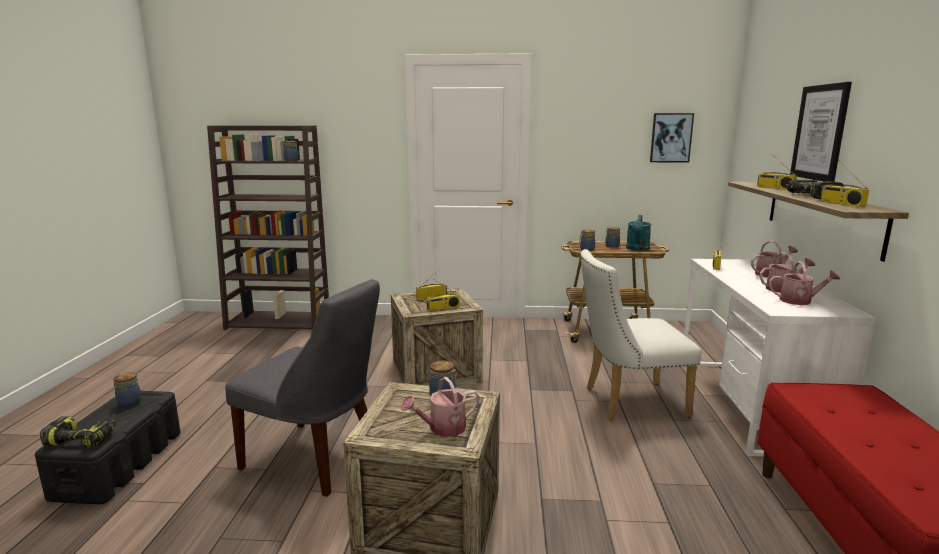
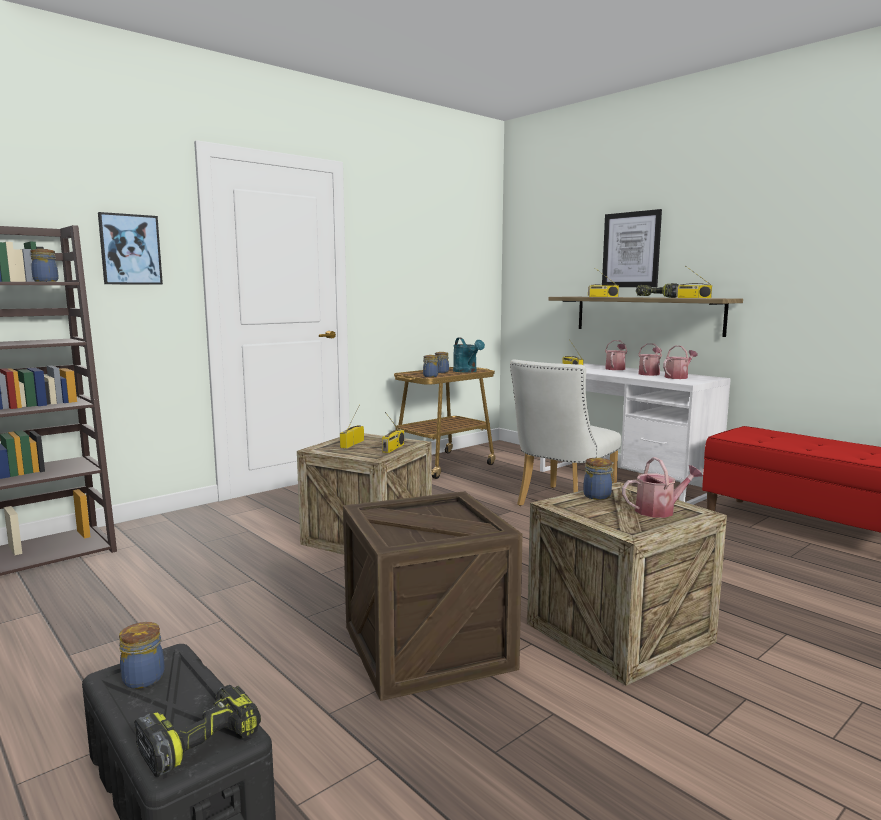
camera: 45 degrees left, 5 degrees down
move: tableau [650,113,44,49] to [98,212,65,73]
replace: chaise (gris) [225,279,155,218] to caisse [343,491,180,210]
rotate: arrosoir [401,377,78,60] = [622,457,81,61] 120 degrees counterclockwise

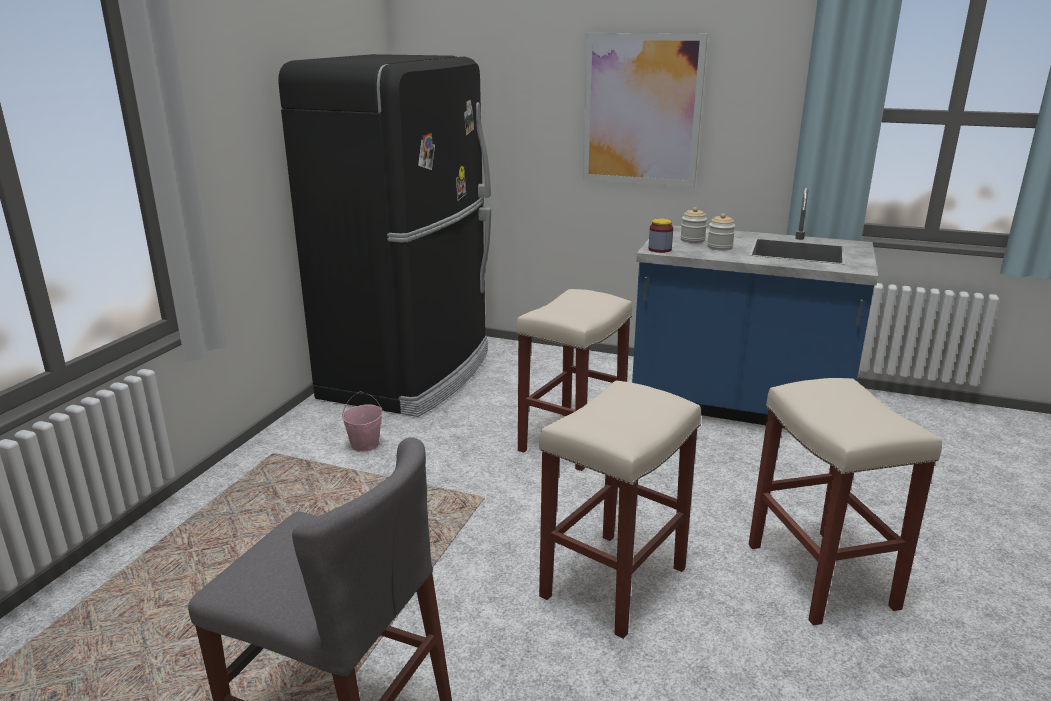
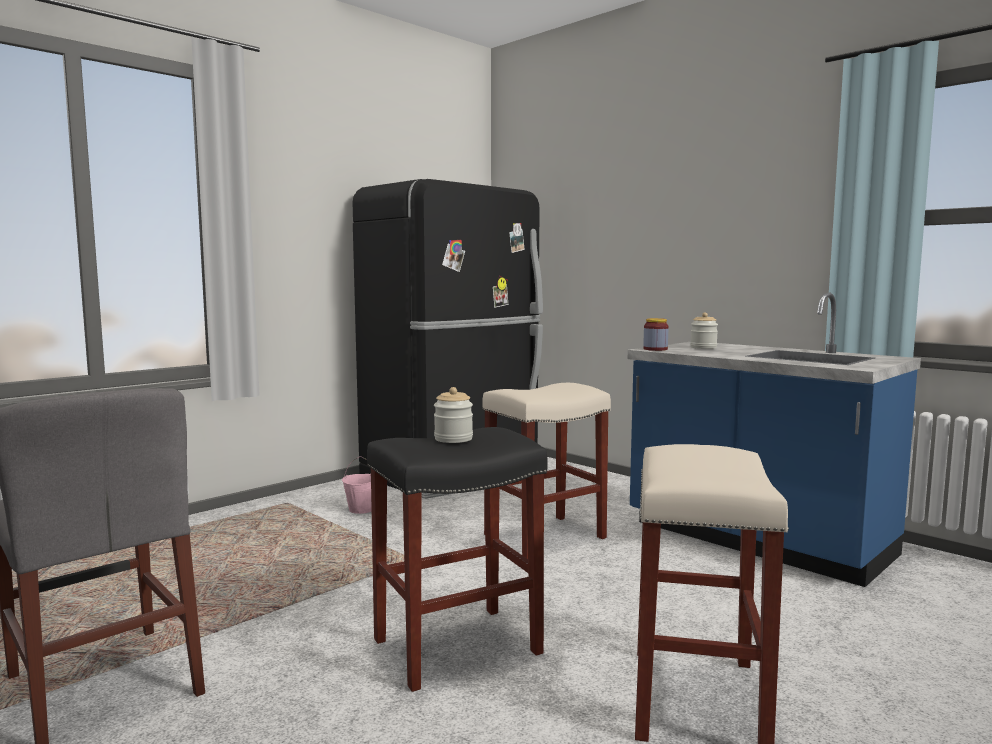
camera: 25 degrees right, 15 degrees down
delete: tableau [582,33,126,154]
move: bocal [707,213,28,38] to [434,387,39,56]
recolor: tabouret (beige) [539,380,162,259] to tabouret (noir) [367,427,180,265]

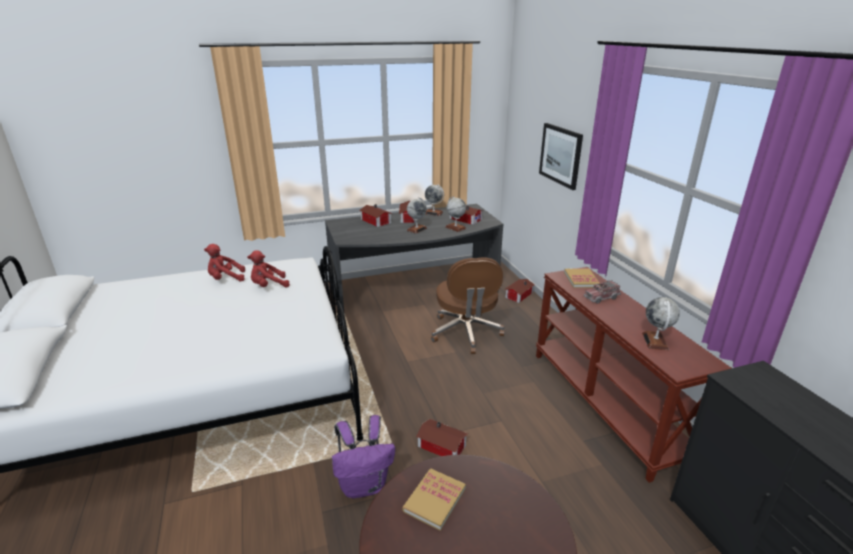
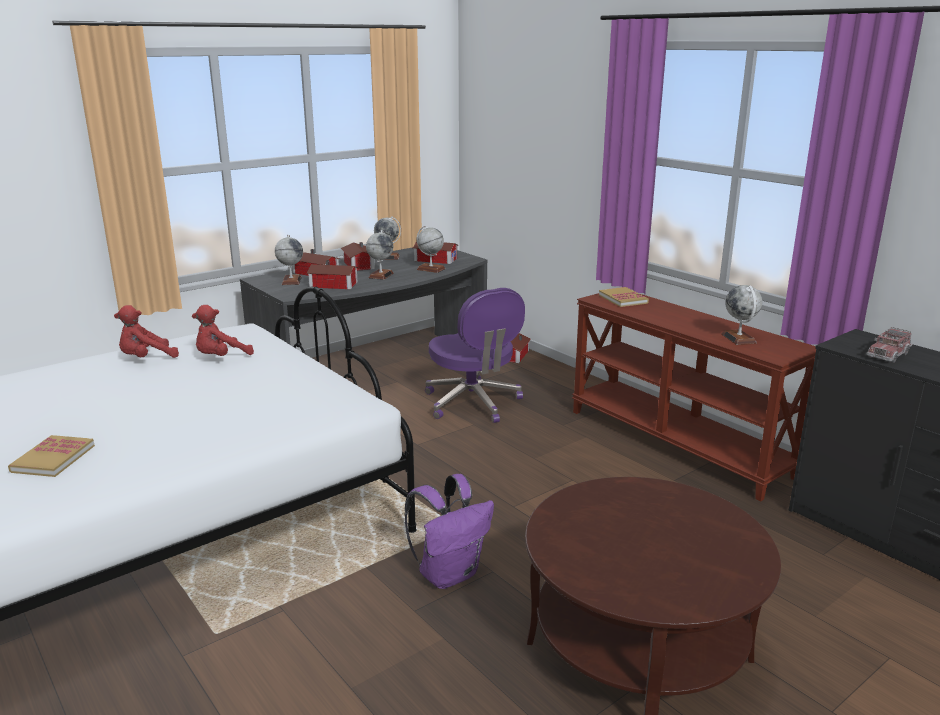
camera: 20 degrees left, 5 degrees down
delete: tableau [539,123,44,67]
insert: globe [275,235,28,50]
move: livre [402,469,64,62] to [8,435,87,42]; maison miniature [416,419,52,37] to [307,260,51,29]; camion jouet [584,280,37,24] to [867,327,45,36]
recolor: chaise de bureau (marron) [431,257,74,97] to chaise de bureau (violet) [425,288,100,135]

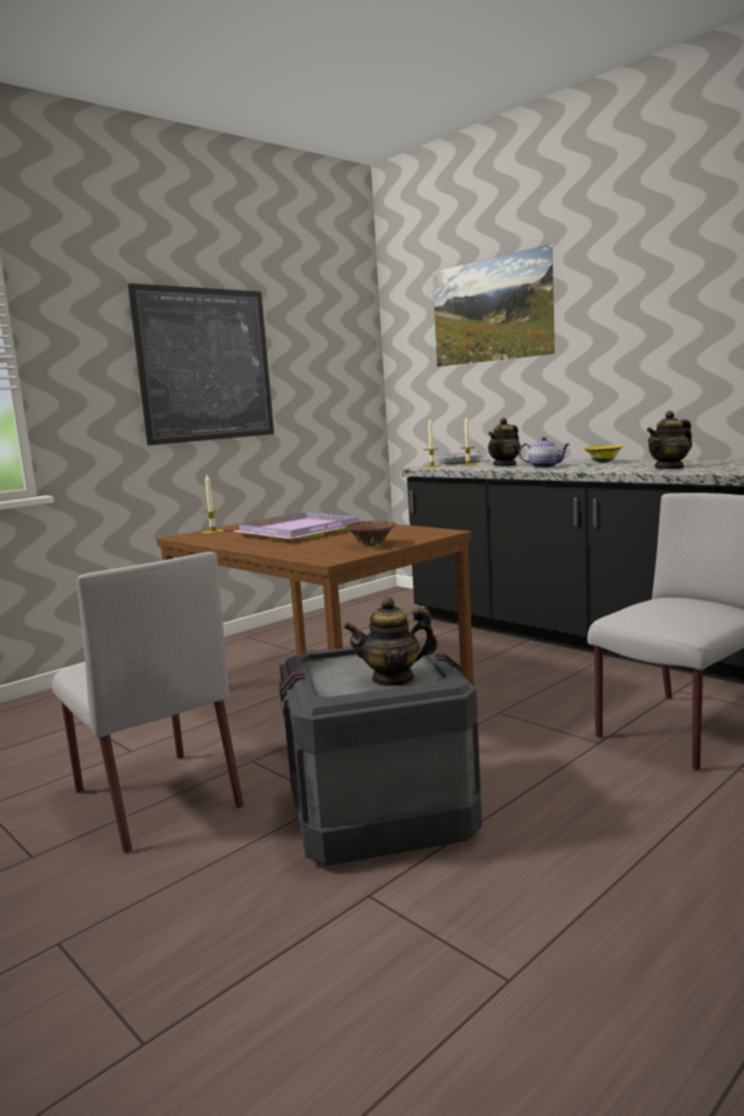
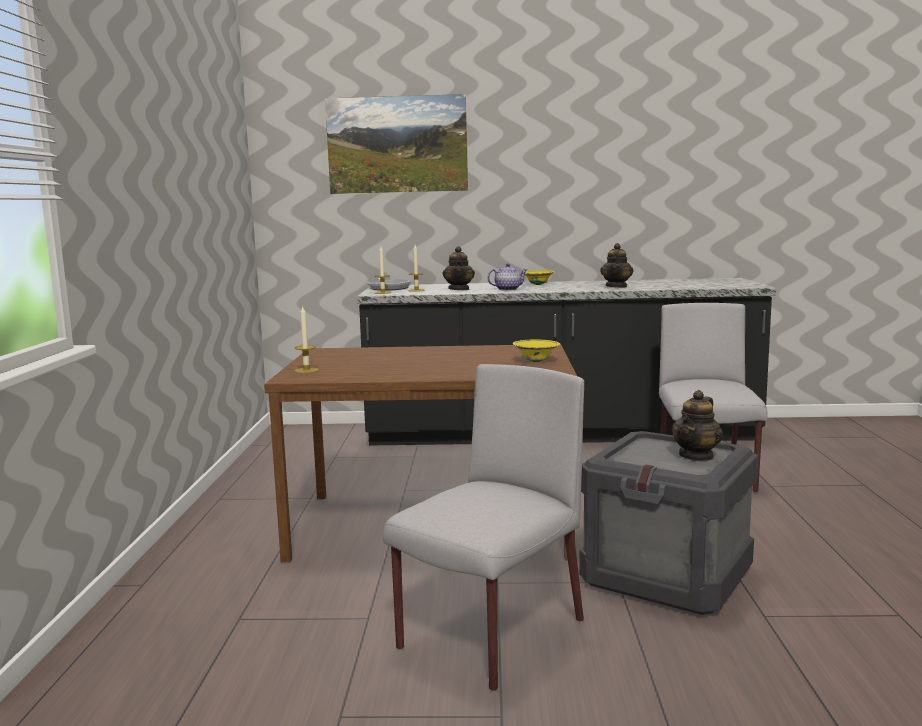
camera: 45 degrees left, 0 degrees up
delete: tableau [128,283,146,162]; plateau (violet) [233,512,126,28]
recolor: bol (marron) [345,521,52,25] to bol (jaune) [513,340,47,22]
rotate: chaise (gris) [52,552,192,302] = [383,364,201,327] 60 degrees counterclockwise

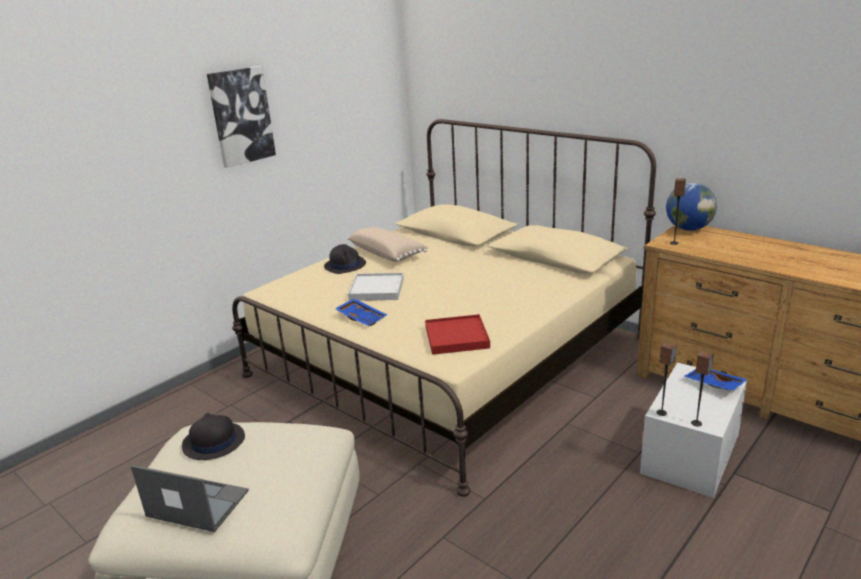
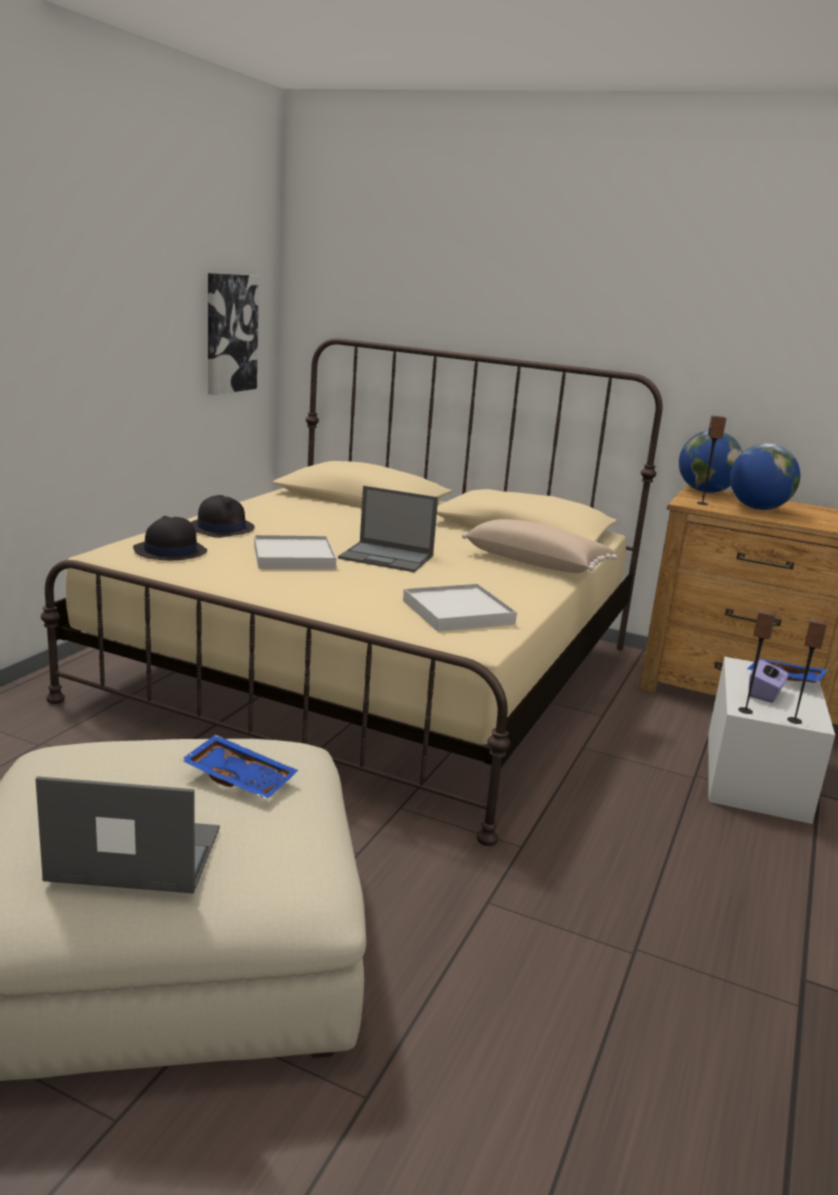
camera: 20 degrees left, 5 degrees down
insert: ordinateur portable [338,486,100,86]; globe [730,443,70,67]; boîte à mouchoirs (violet) [749,659,39,44]
move: chapeau (noir) [182,413,63,47] to [133,516,74,44]; tableau [207,66,69,102] to [208,273,51,122]; plateau (bleu) [335,298,52,28] to [181,735,117,64]; coussin (beige) [347,227,81,35] to [462,519,155,54]
recolor: plateau (rouge) [425,314,65,41] to plateau (blanc) [403,584,114,48]

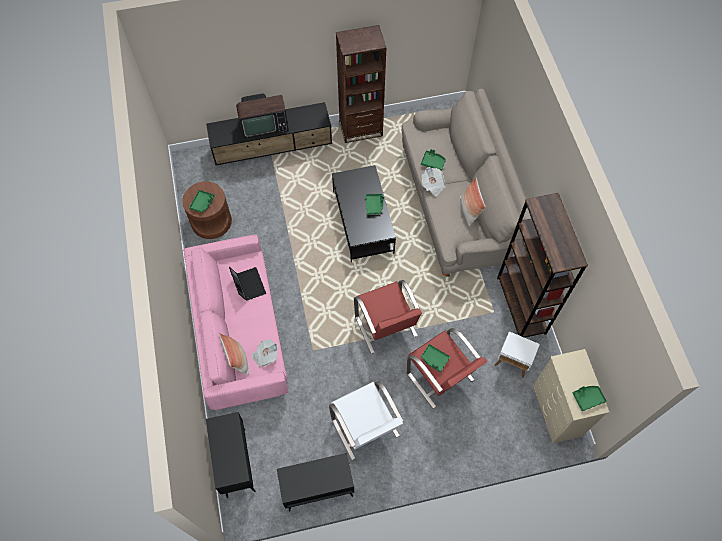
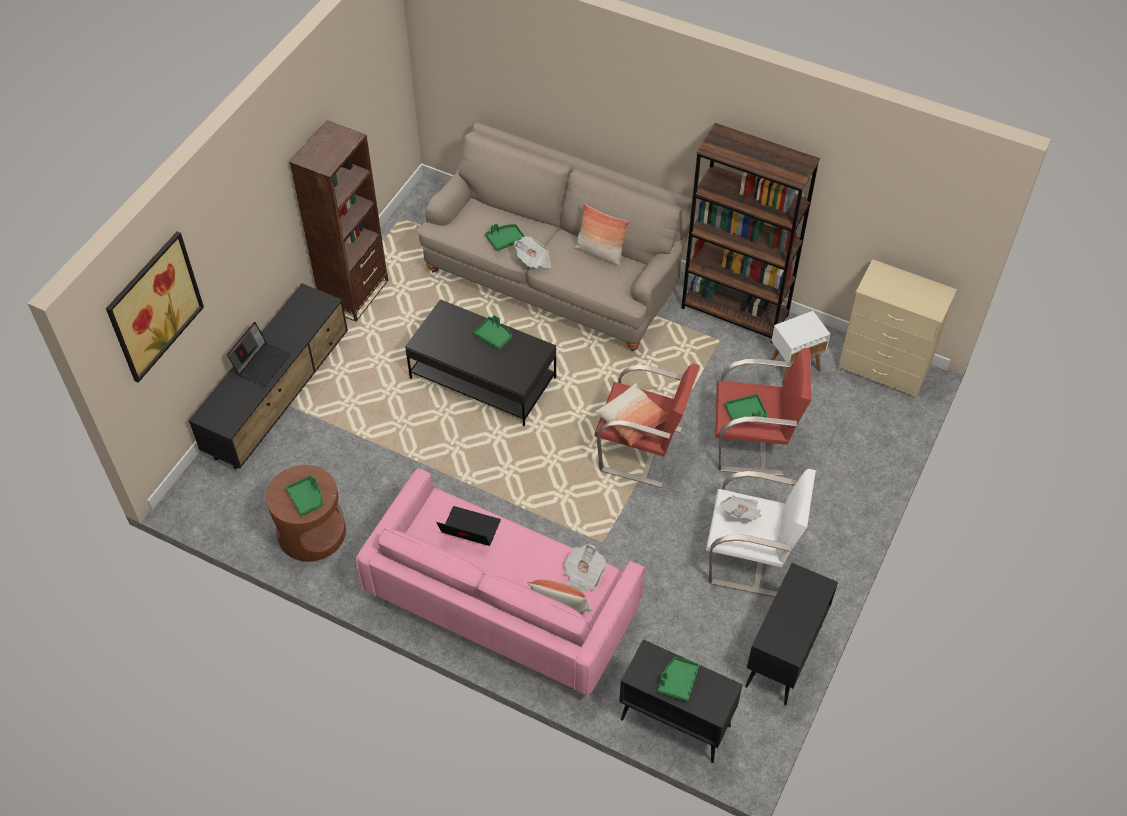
camera: 50 degrees left, 10 degrees down
insert: tableau [106,231,98,152]; coussin [595,383,73,63]; journal [721,495,40,25]
move: plateau (vert) [573,386,34,25] to [657,657,42,45]
replace: téléviseur [236,94,53,44] to ordinateur portable [227,322,64,65]

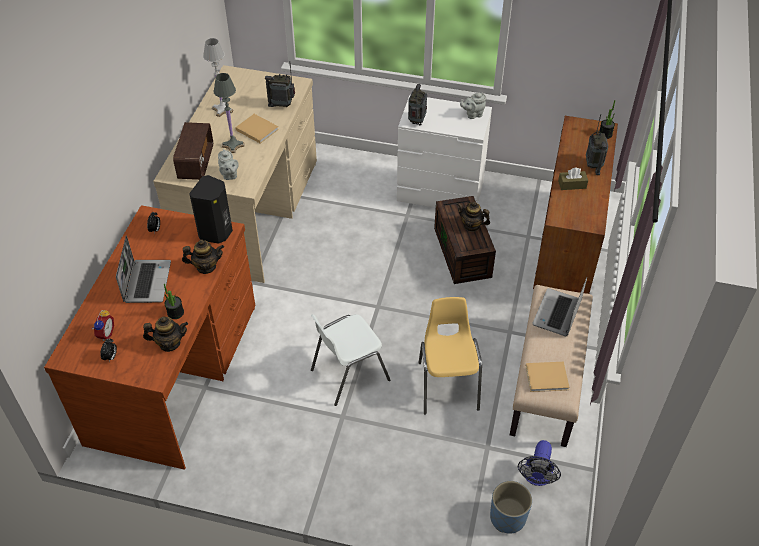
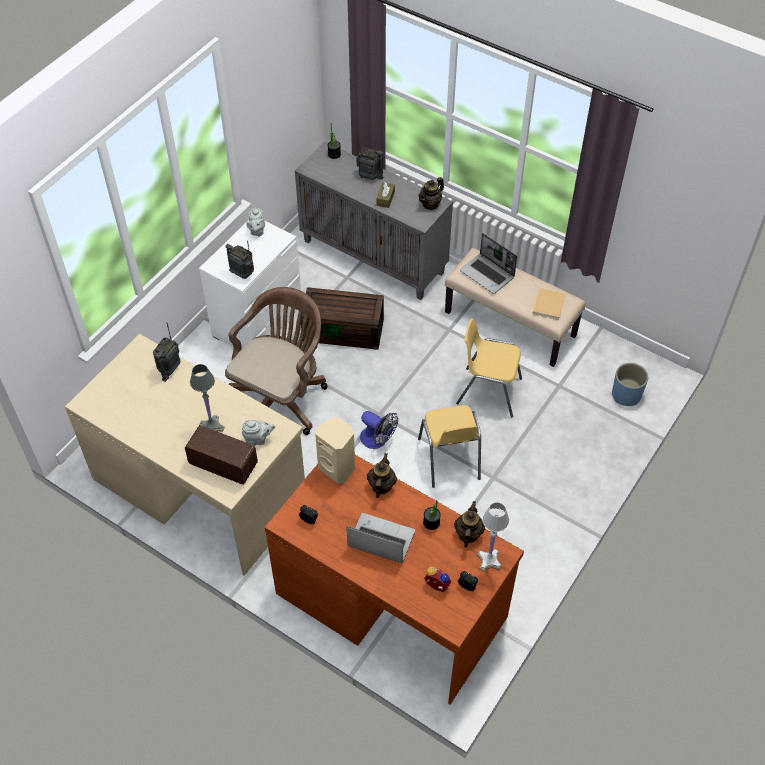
camera: 70 degrees left, 5 degrees up
delete: livre (beige) [235,114,44,29]
insert: chaise de bureau (marron) [225,287,103,148]
move: lampe de table (blanc) [203,38,31,79] to [477,502,33,70]; théière [457,202,33,30] to [418,177,26,33]; ventilateur [518,440,43,46] to [360,411,38,38]
recolor: enceinte (noir) [189,175,44,69] to enceinte (beige) [315,418,40,66]; chaise (blanc) [311,314,79,92] to chaise (jaune) [418,405,63,83]; meuble de rangement (marron) [533,116,85,178] to meuble de rangement (gris) [295,142,158,158]

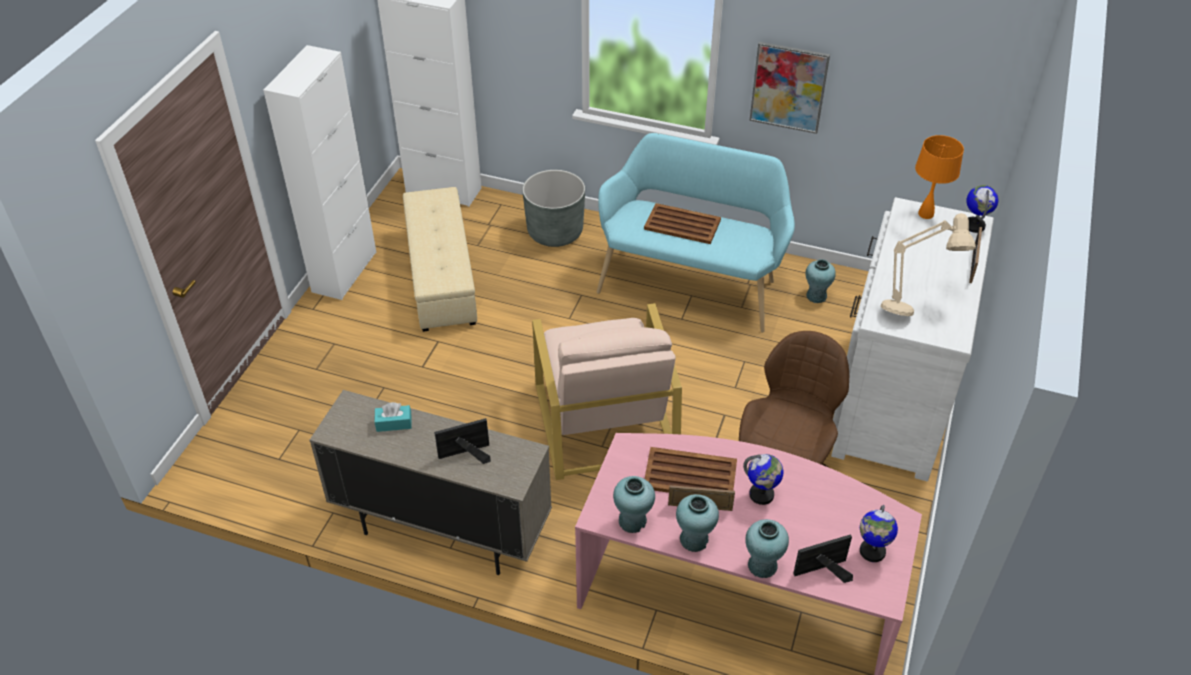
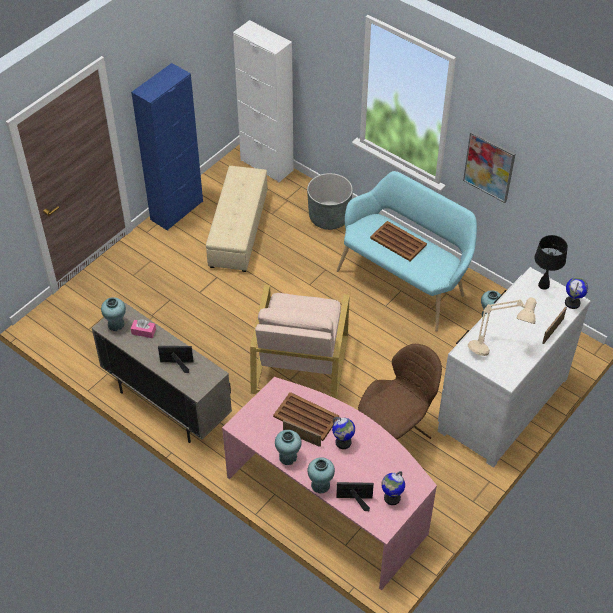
camera: 20 degrees right, 5 degrees up
move: vase (turquoise) [613,476,42,57] to [101,297,25,34]
recolor: meuble de rangement (blanc) [263,45,114,255] to meuble de rangement (bleu) [131,63,72,168]; boîte à mouchoirs (turquoise) [375,402,37,30] to boîte à mouchoirs (rose) [131,319,25,19]; lampe de table (orange) [915,135,49,84] to lampe de table (noir) [535,235,33,55]

